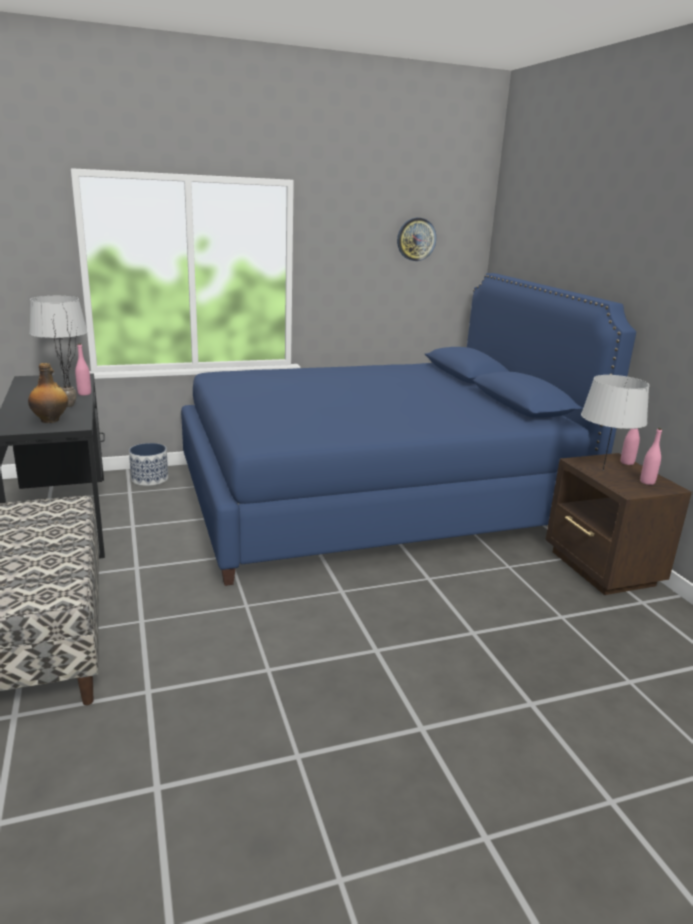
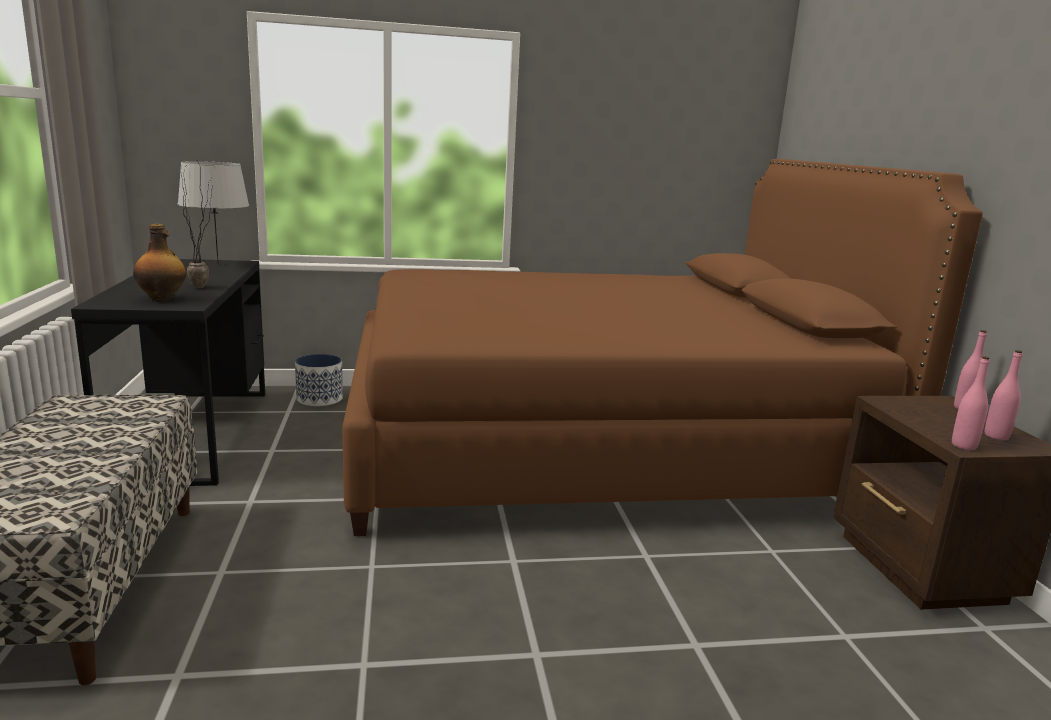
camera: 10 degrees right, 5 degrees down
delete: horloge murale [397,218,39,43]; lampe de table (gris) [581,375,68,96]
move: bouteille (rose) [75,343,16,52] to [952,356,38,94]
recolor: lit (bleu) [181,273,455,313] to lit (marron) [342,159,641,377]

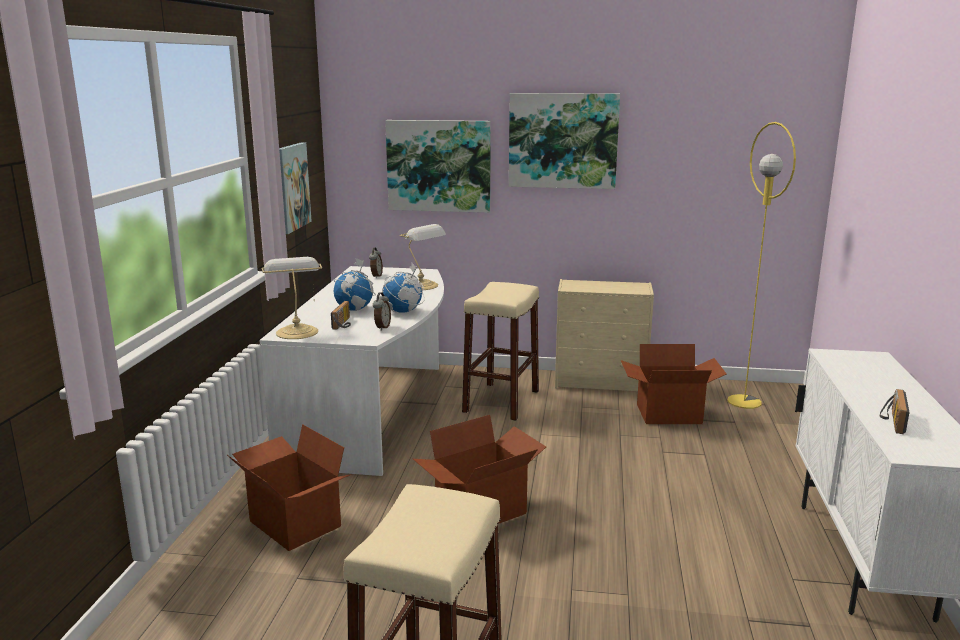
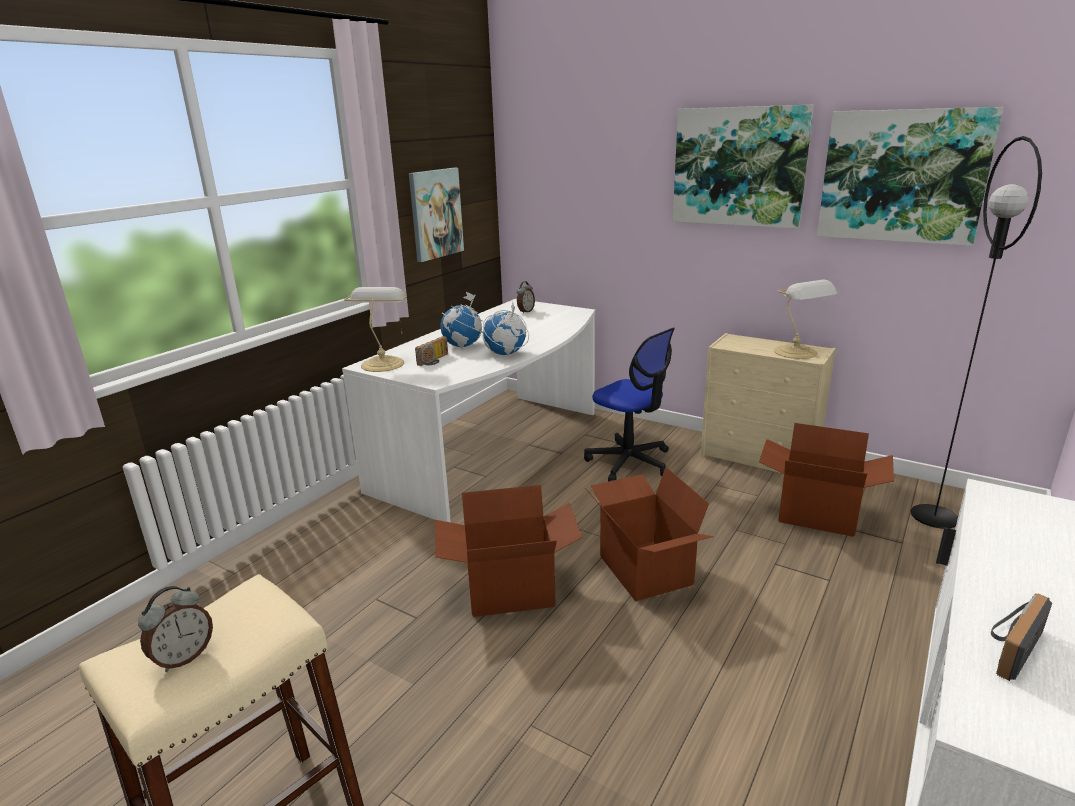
camera: 25 degrees right, 5 degrees up
move: carton [227,424,123,127] to [585,467,128,135]; réveil [373,292,18,39] to [138,586,75,86]; tableau [385,120,106,93] to [817,107,186,139]; lampe de table [399,224,47,66] to [774,279,63,80]
replace: tabouret (beige) [462,282,77,139] to chaise de bureau [584,328,91,154]
recolor: lampadaire (jaune) [727,122,69,287] to lampadaire (noir) [911,136,131,393]

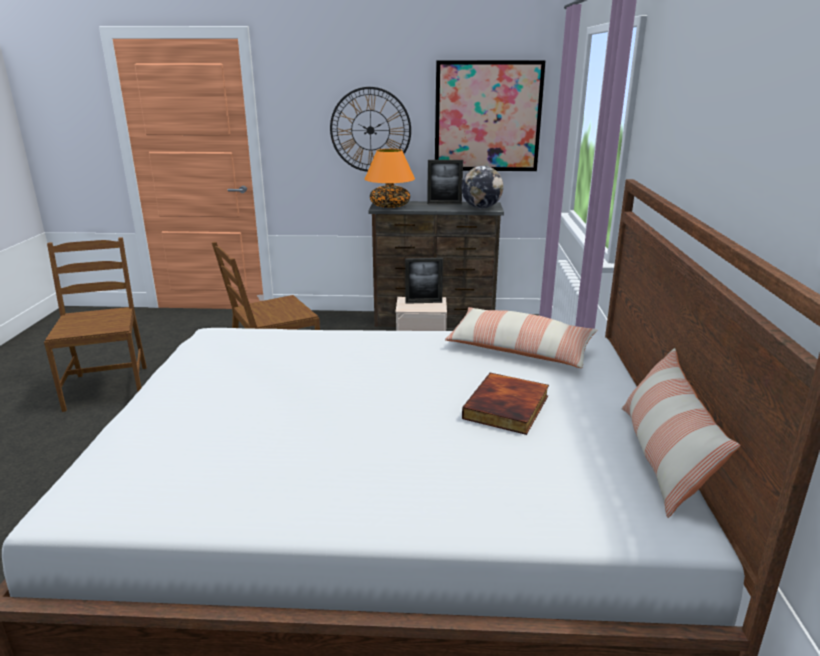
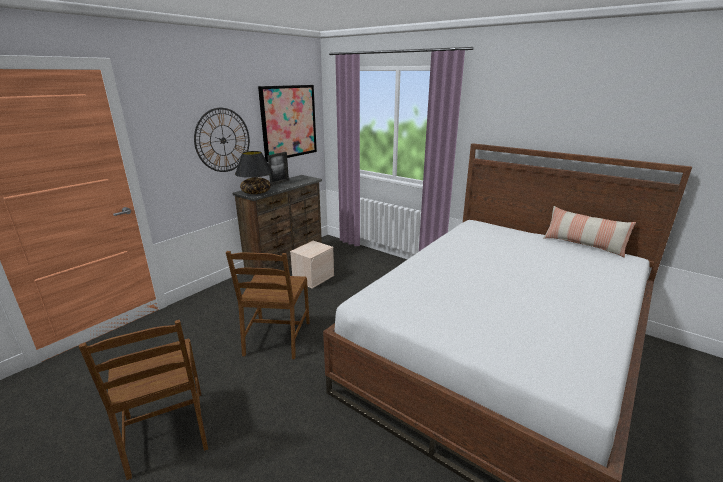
camera: 55 degrees left, 0 degrees up
delete: cadre photo [405,258,38,46]; coussin [445,307,152,61]; globe [462,166,41,42]; livre [462,373,87,62]
recolor: lampe de table (orange) [365,149,50,59] to lampe de table (noir) [235,151,38,43]
rotate: chaise (marron) [44,237,103,175] = [79,320,129,160] 135 degrees counterclockwise

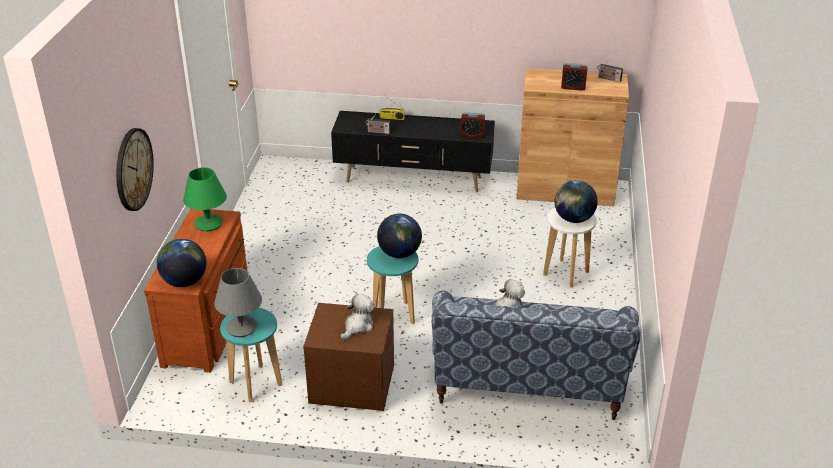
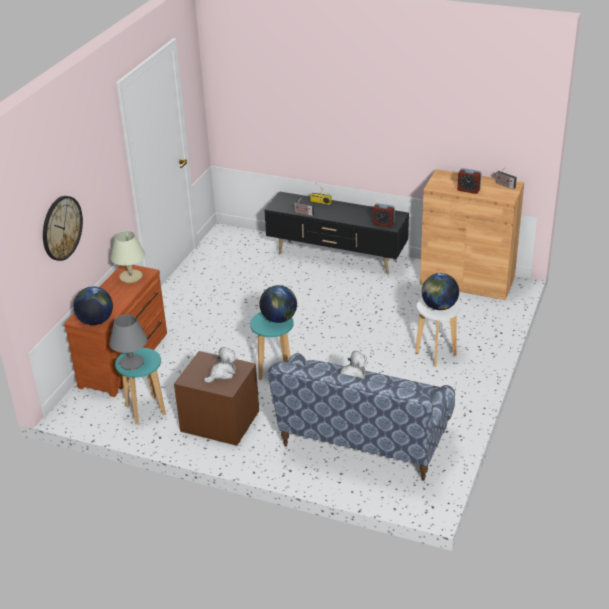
camera: 15 degrees right, 0 degrees up
recolor: lampe de table (vert) [183,167,44,64] to lampe de table (beige) [110,231,35,52]

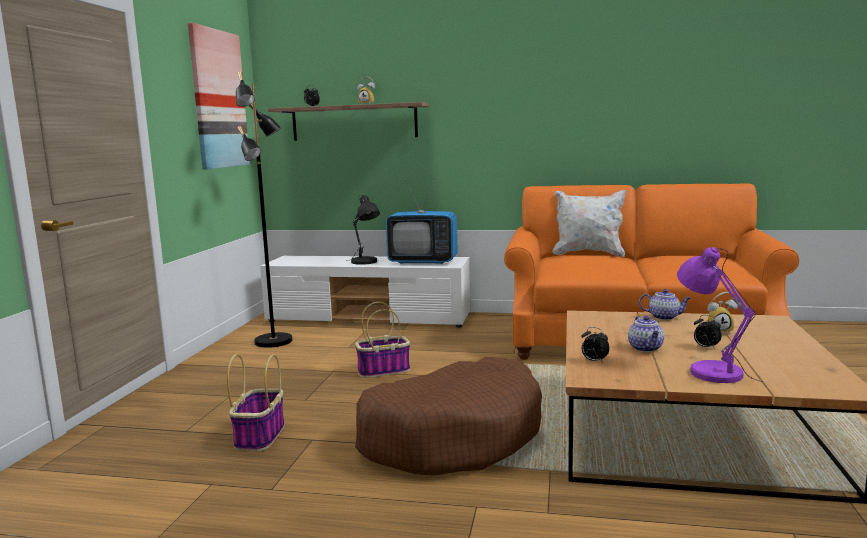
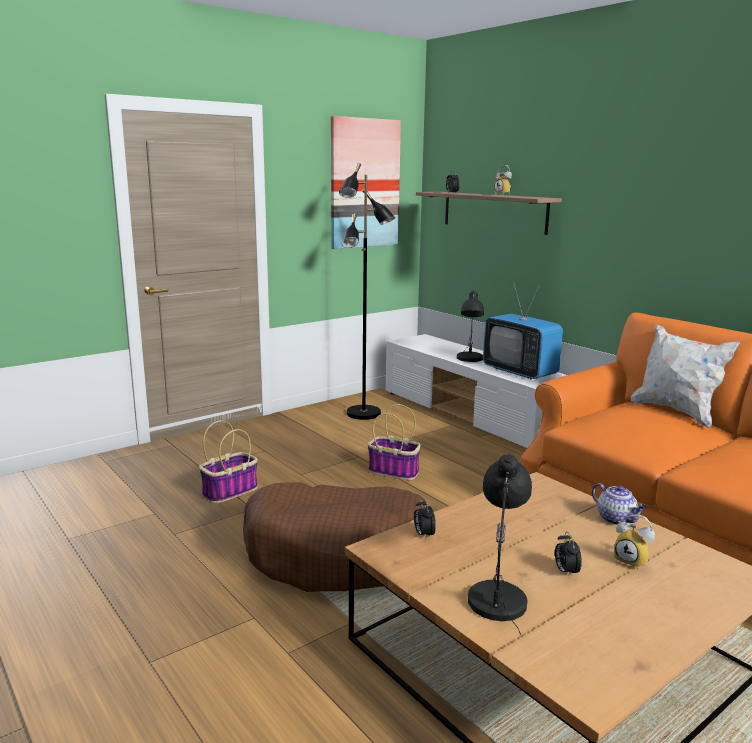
camera: 40 degrees right, 5 degrees up
delete: théière [628,316,36,36]
recolor: lampe de table (violet) [677,247,85,136] to lampe de table (noir) [468,454,64,181]

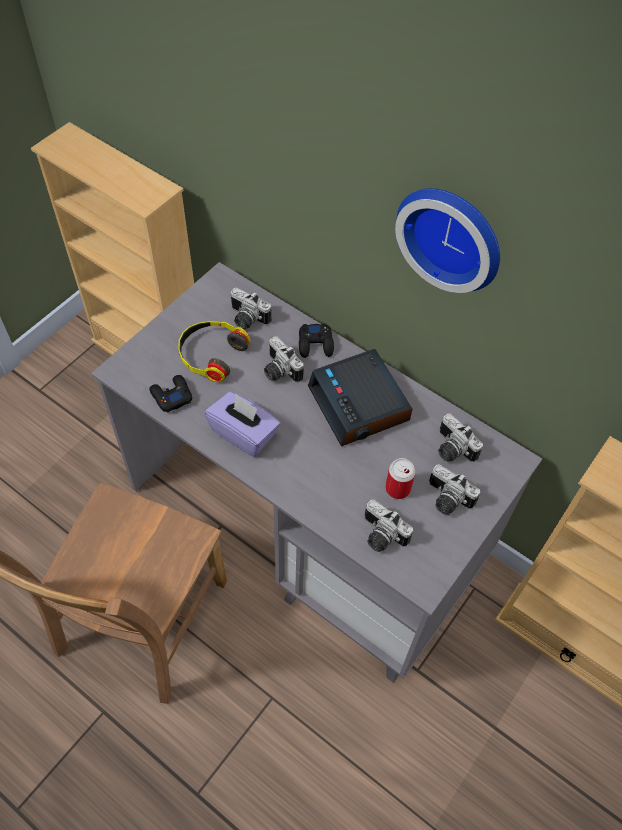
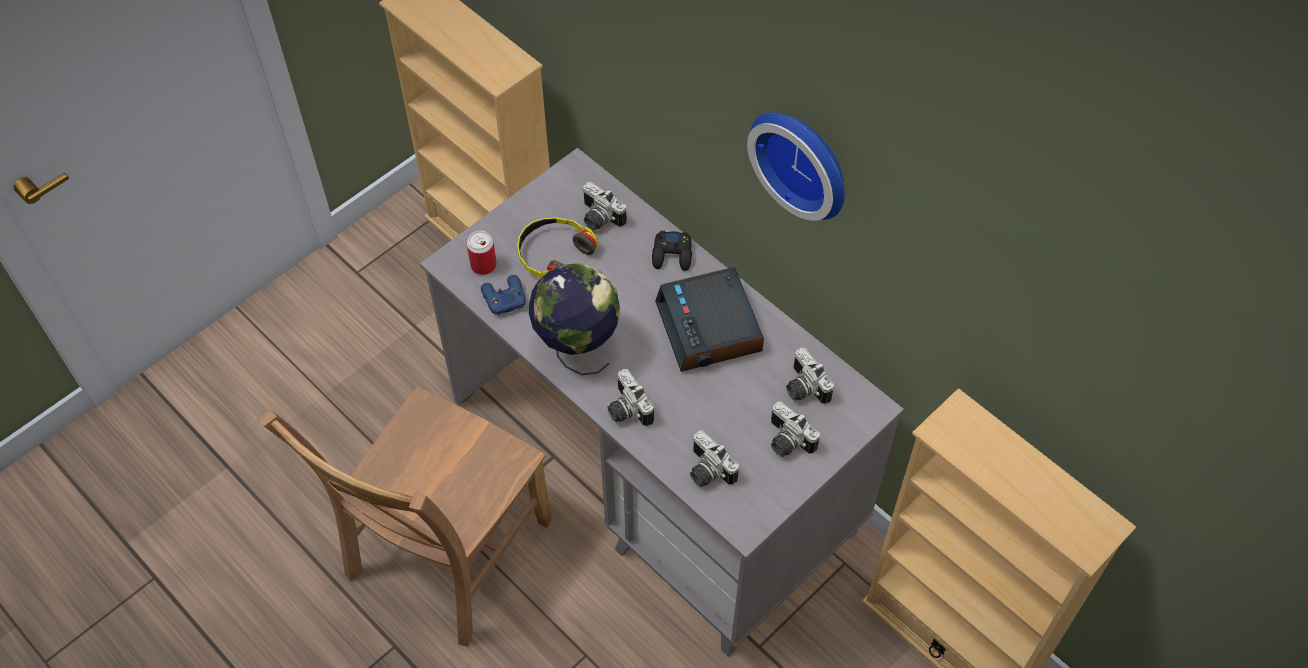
camera: 10 degrees right, 0 degrees up
move: appareil photo [264,336,40,46] to [607,369,47,57]; boîte métallique [385,458,31,41] to [467,231,30,44]
replace: boîte à mouchoirs (violet) [204,392,76,65] to globe [529,263,91,112]
recolor: manette (noir) [149,375,43,38] to manette (bleu) [481,275,45,40]

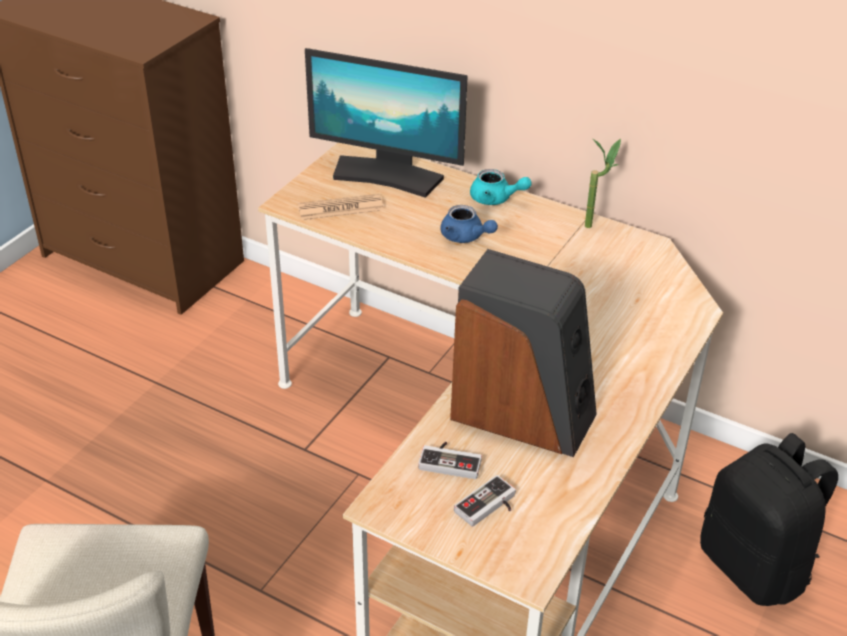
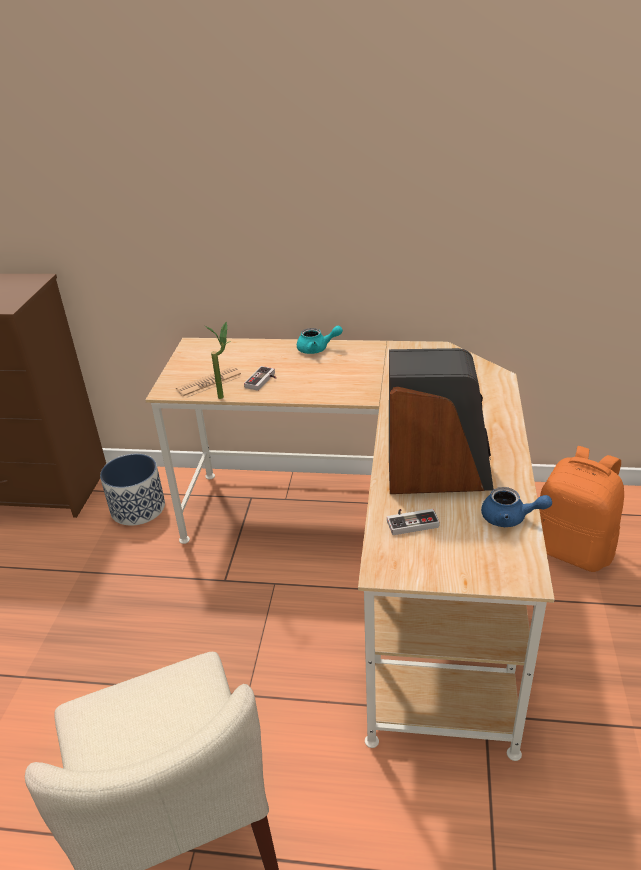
camera: 20 degrees left, 5 degrees down
delete: écran d'ordinateur [305,48,163,150]
insert: cache-pot [100,454,65,72]
move: théière (bleu) [441,205,57,38] to [481,487,71,40]; manette [454,475,62,52] to [244,366,32,25]; plante en pot [585,139,36,89] to [205,322,26,77]
recolor: sac à dos (noir) [700,433,139,173] to sac à dos (orange) [539,446,85,126]

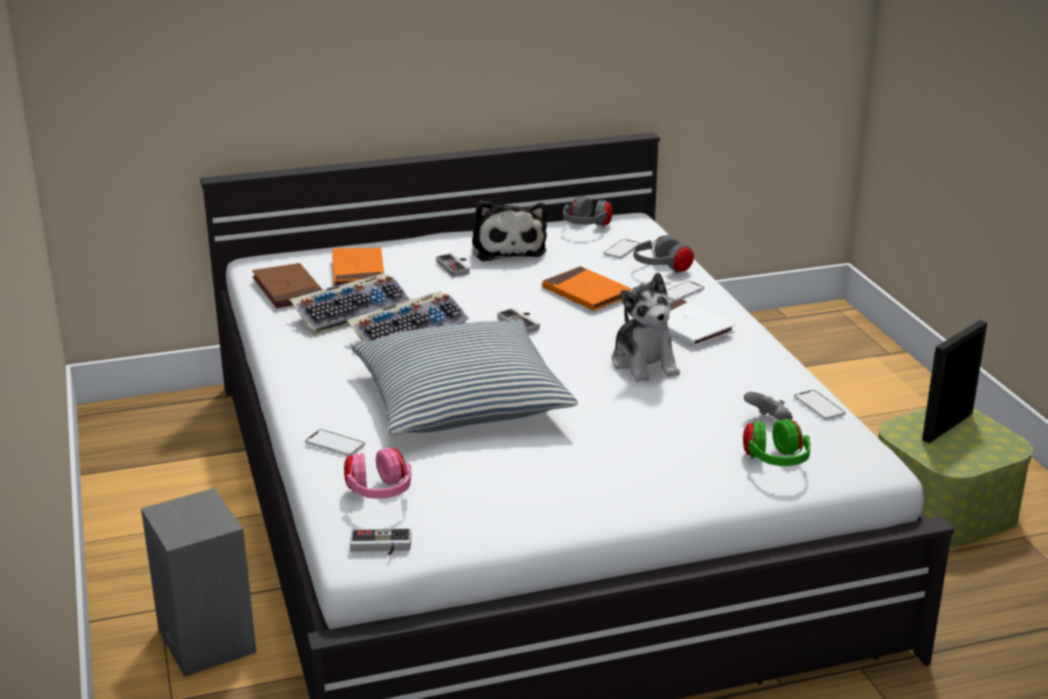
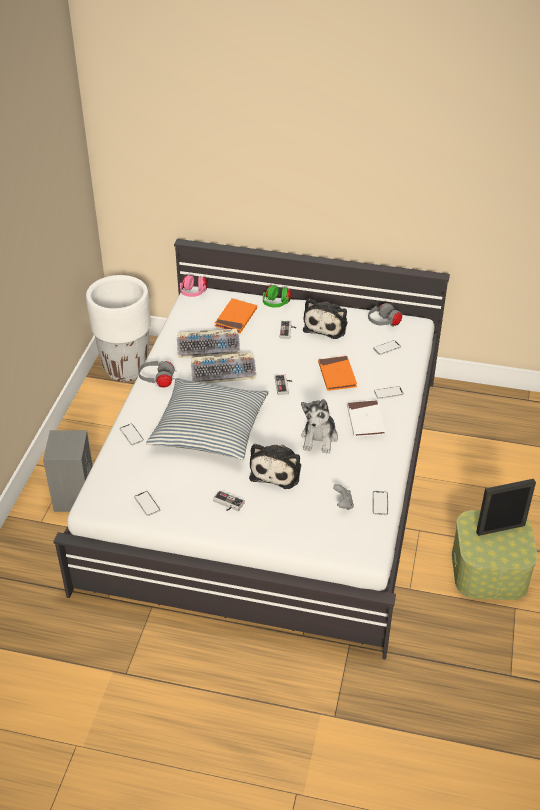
camera: 30 degrees right, 15 degrees up
delete: livre (marron) [252,263,71,45]
insert: cache-pot (blanc) [86,275,65,107]; téléphone [134,491,26,25]; peluche [249,443,52,46]
move: casque audio (rose) [344,447,67,52] to [180,275,27,22]; manette [350,528,61,27] to [213,491,32,20]; casque audio (gris) [633,235,61,38] to [138,361,38,27]; casque audio (vert) [743,419,68,47] to [263,285,28,23]

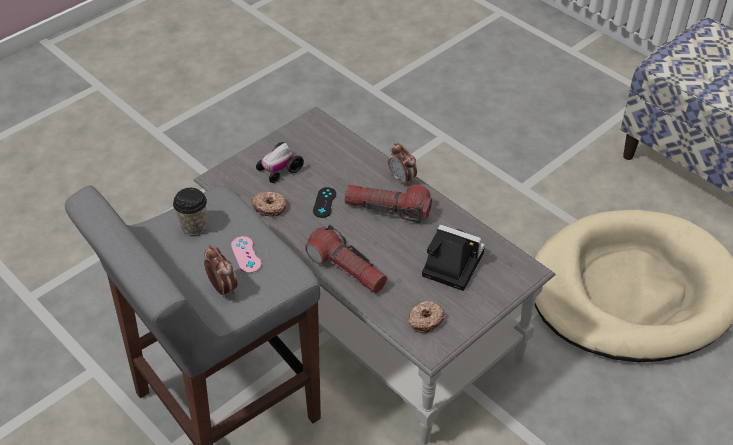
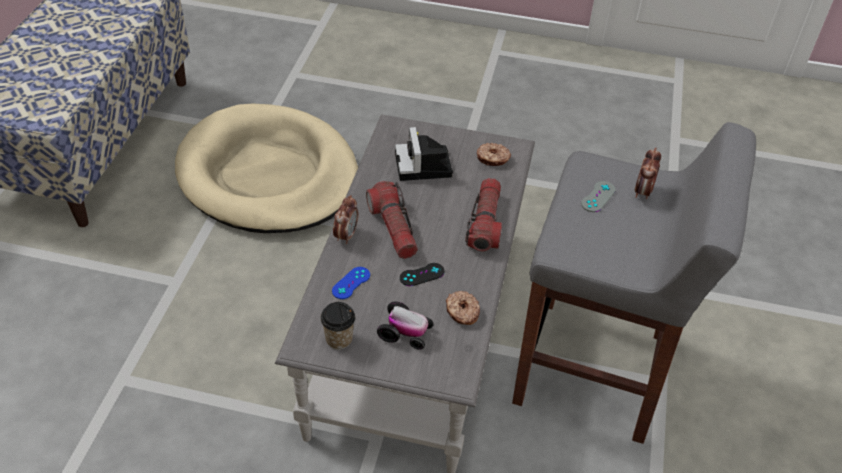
camera: 125 degrees left, 0 degrees up
insert: manette (bleu) [332,267,38,32]
move: tasse [173,188,34,47] to [320,302,35,48]
recolor: manette (rose) [231,236,30,37] to manette (gris) [581,181,35,31]

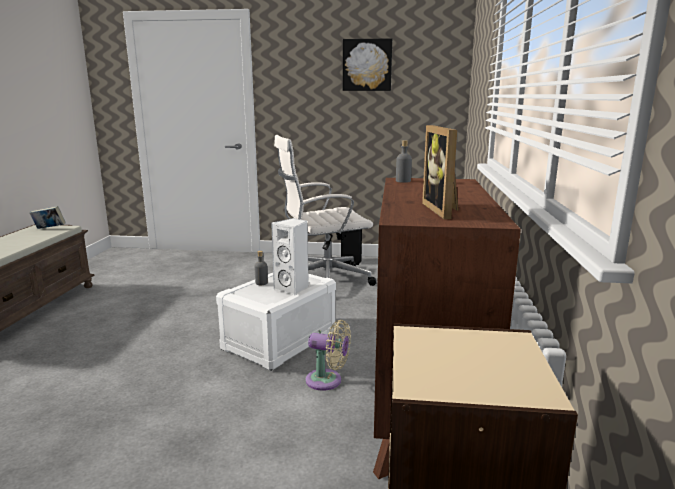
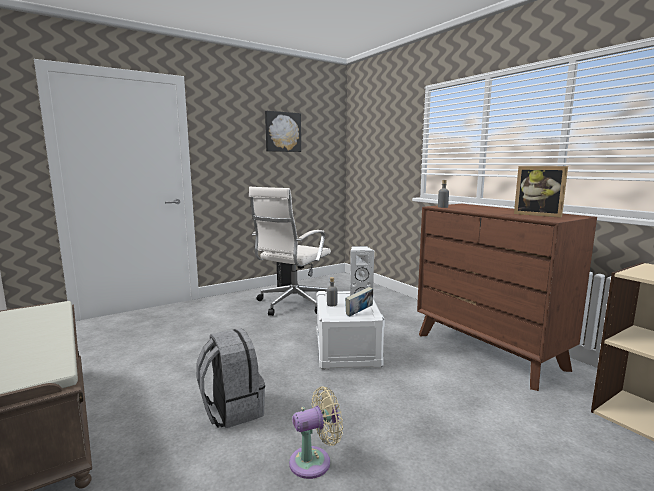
camera: 40 degrees left, 5 degrees down
insert: sac à dos (gris) [196,328,69,100]
move: livre [30,206,36,23] to [345,287,28,30]; ventilateur (beige) [305,320,46,71] to [289,386,54,93]

